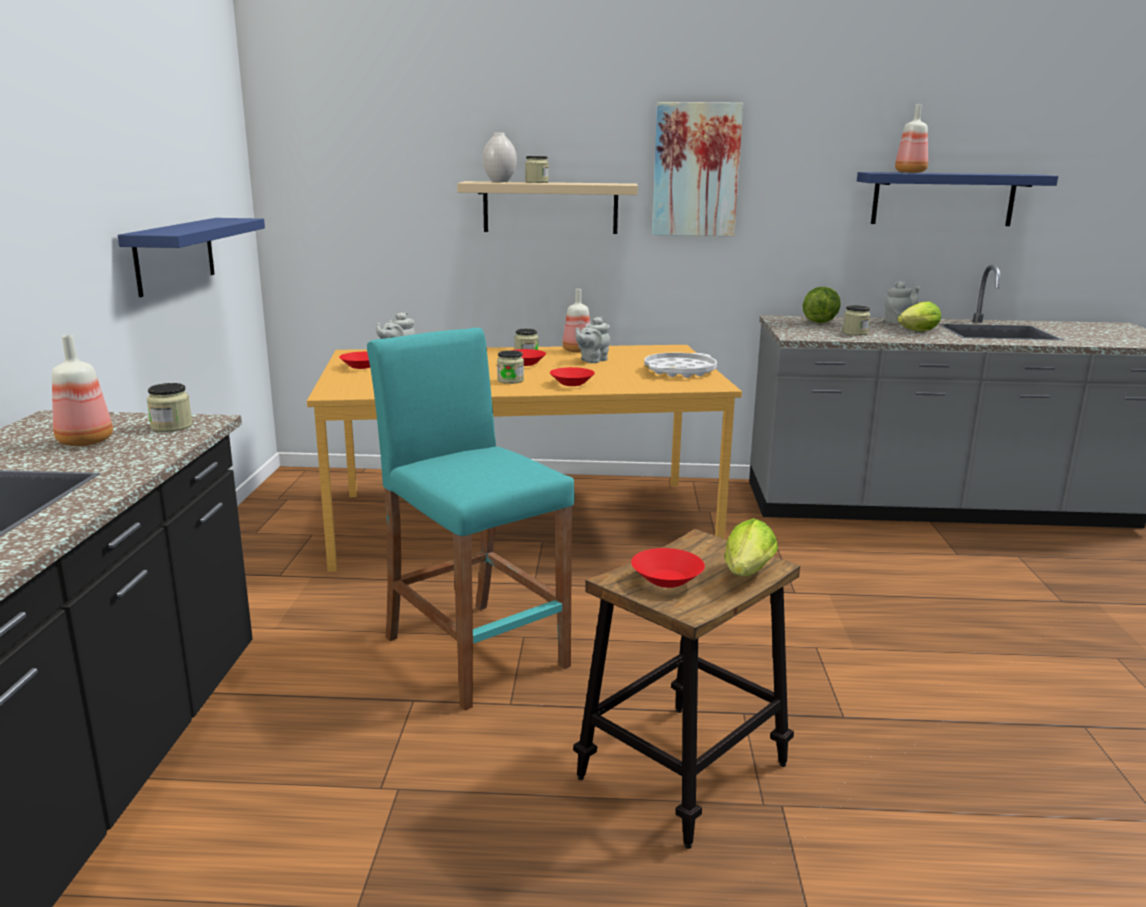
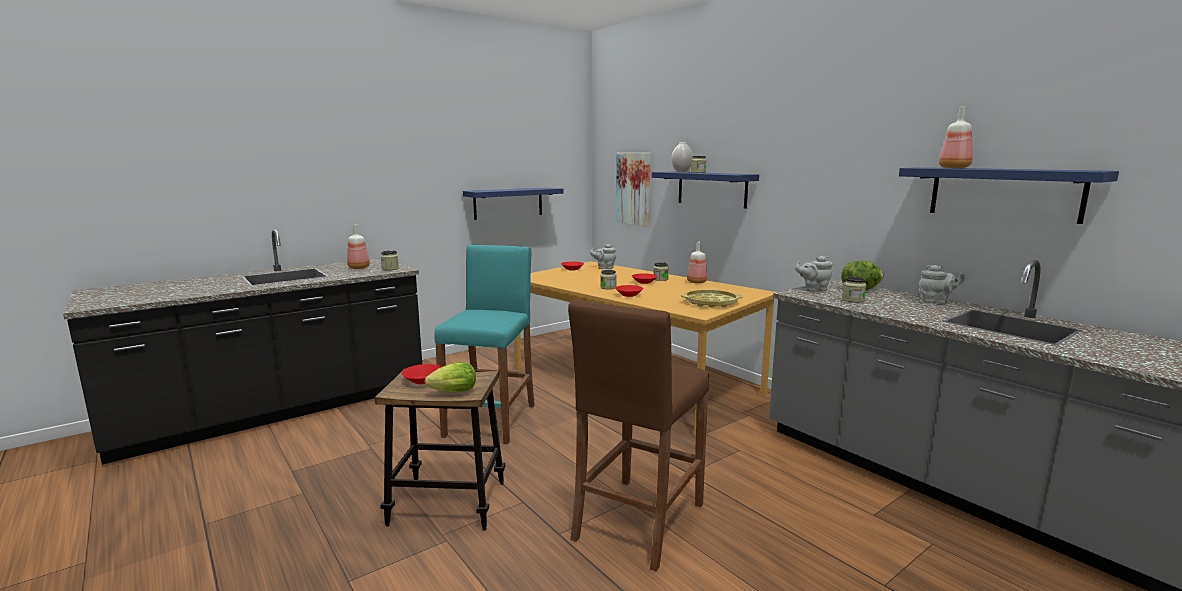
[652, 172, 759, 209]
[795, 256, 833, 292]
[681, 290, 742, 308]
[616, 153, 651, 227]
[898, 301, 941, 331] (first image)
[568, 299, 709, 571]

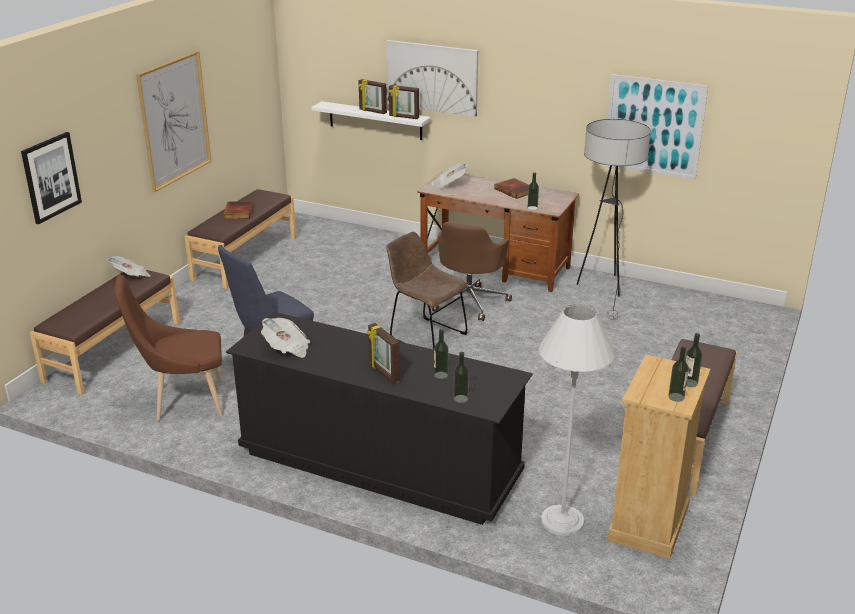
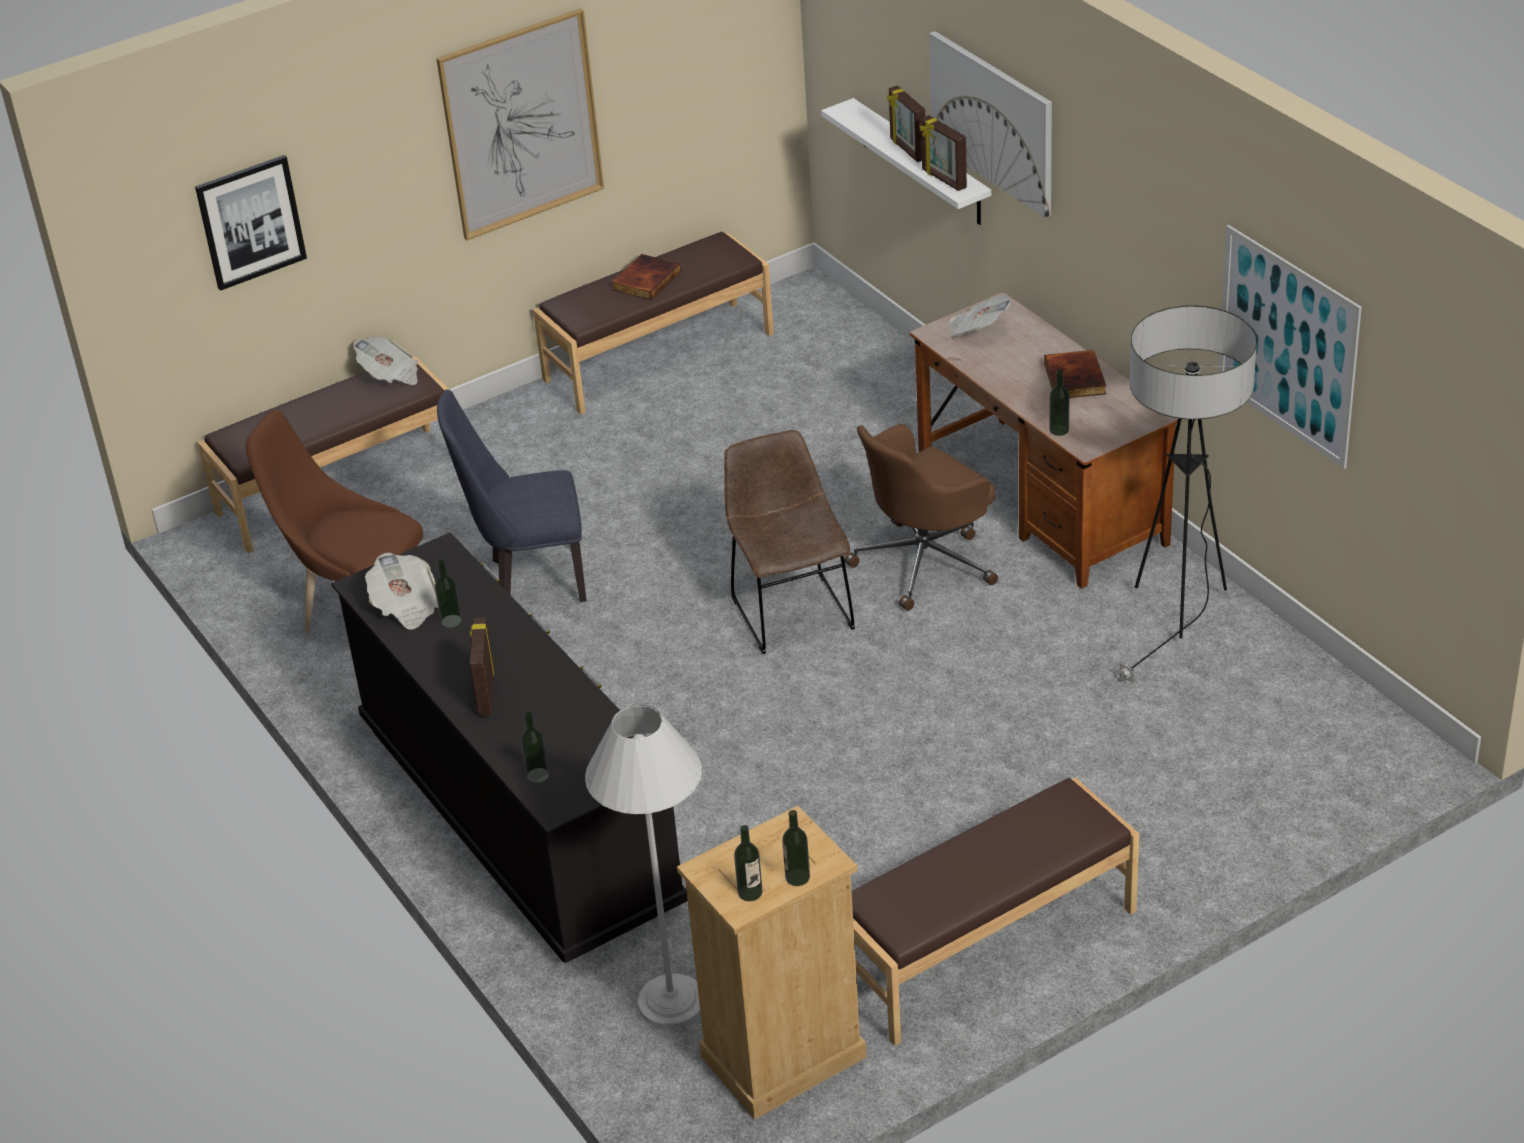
[435, 559, 462, 628]

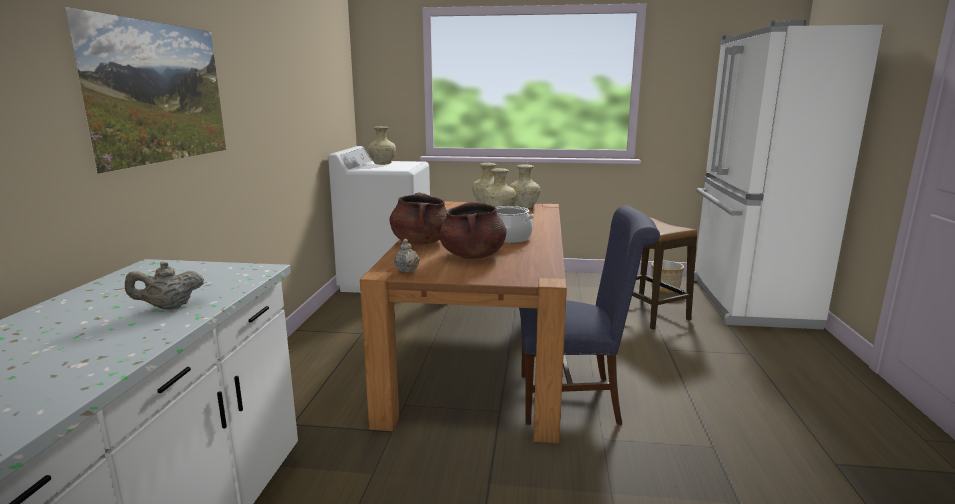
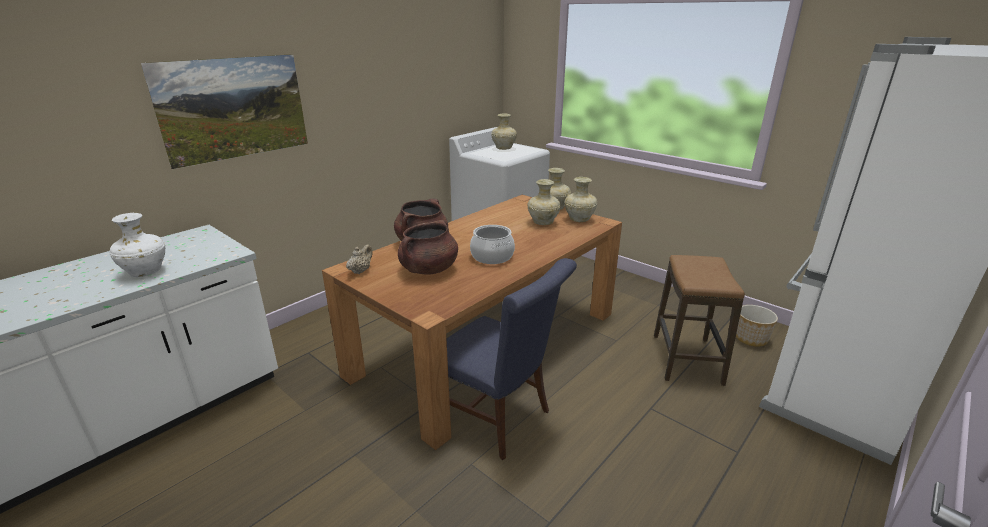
[109, 213, 165, 277]

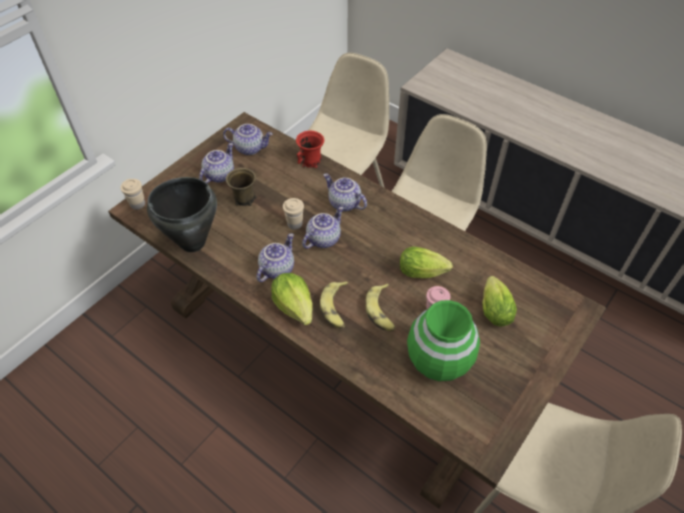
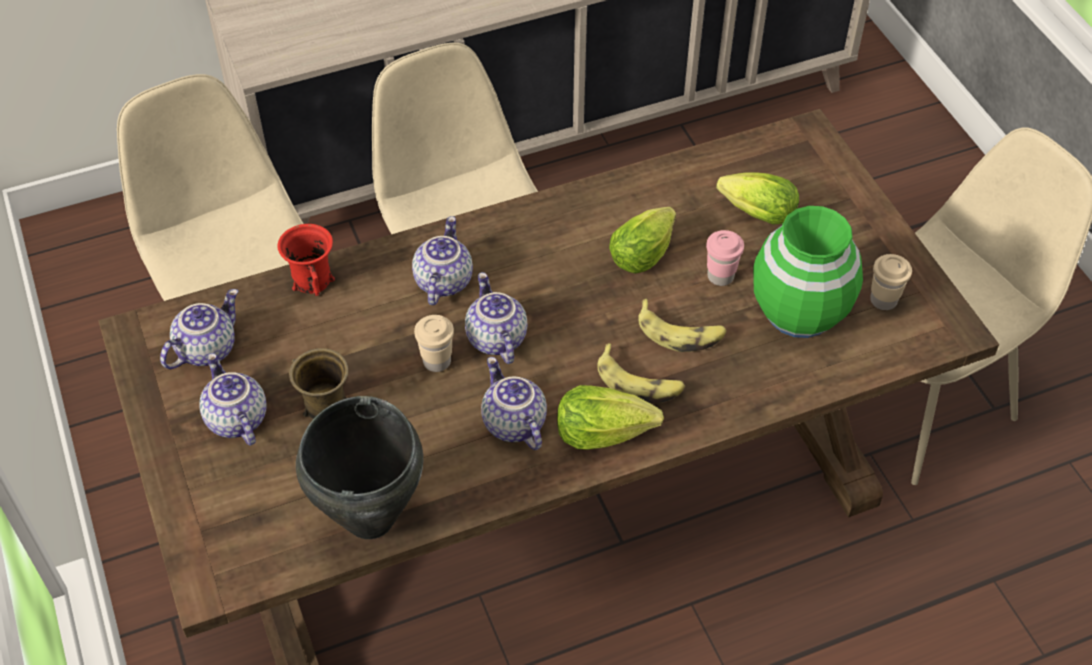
[870, 254, 912, 310]
[412, 216, 473, 305]

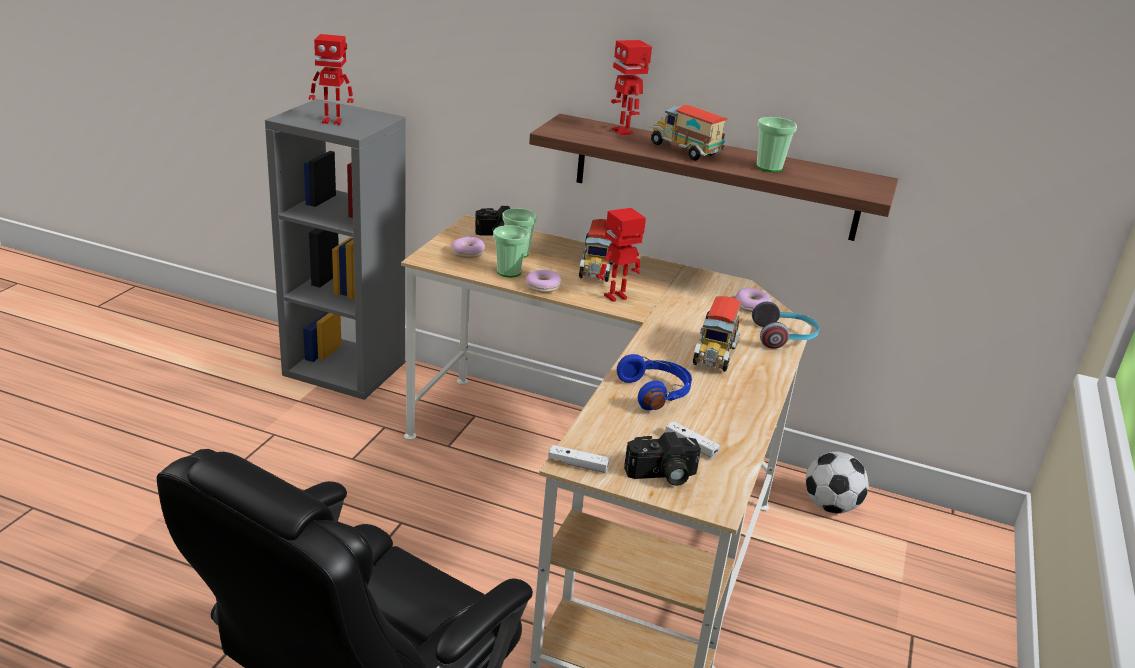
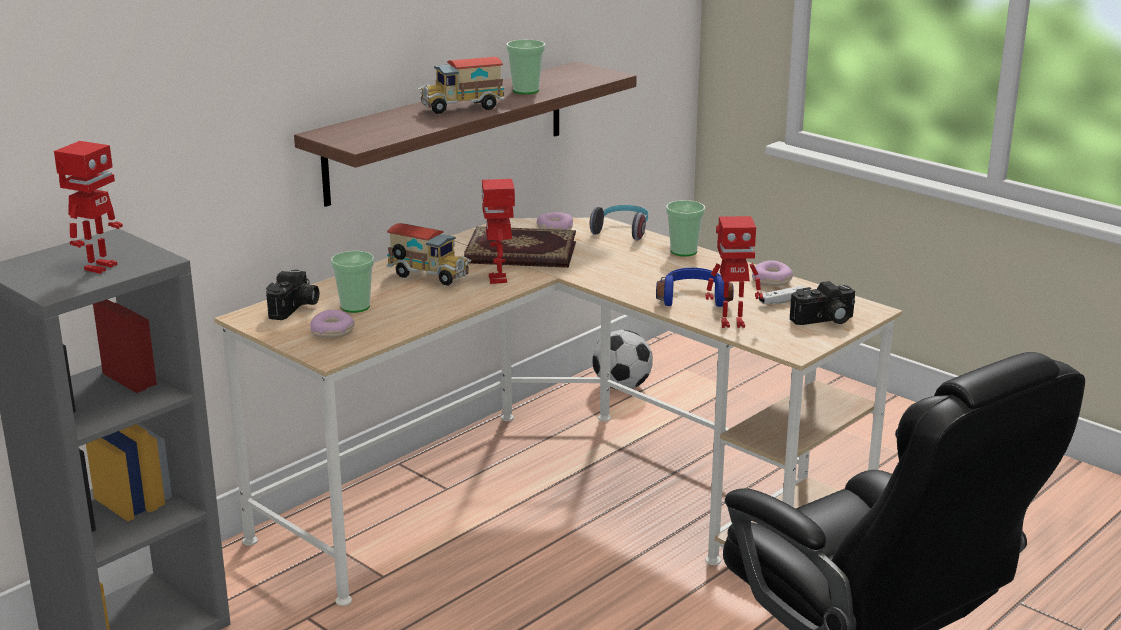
[666, 200, 705, 257]
[752, 260, 793, 286]
[548, 445, 610, 473] (first image)
[705, 216, 763, 328]
[790, 281, 855, 325]
[693, 296, 742, 372] (first image)
[464, 226, 576, 268]

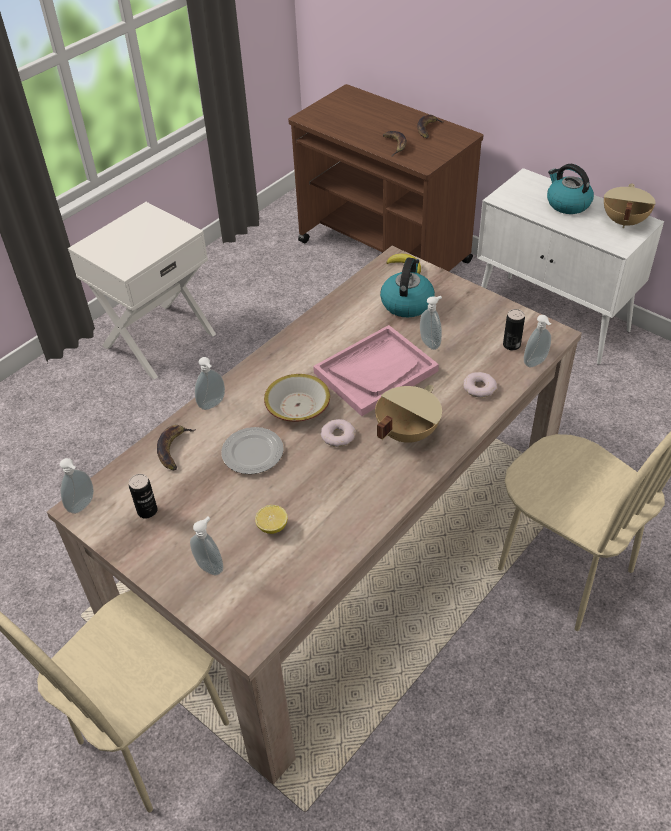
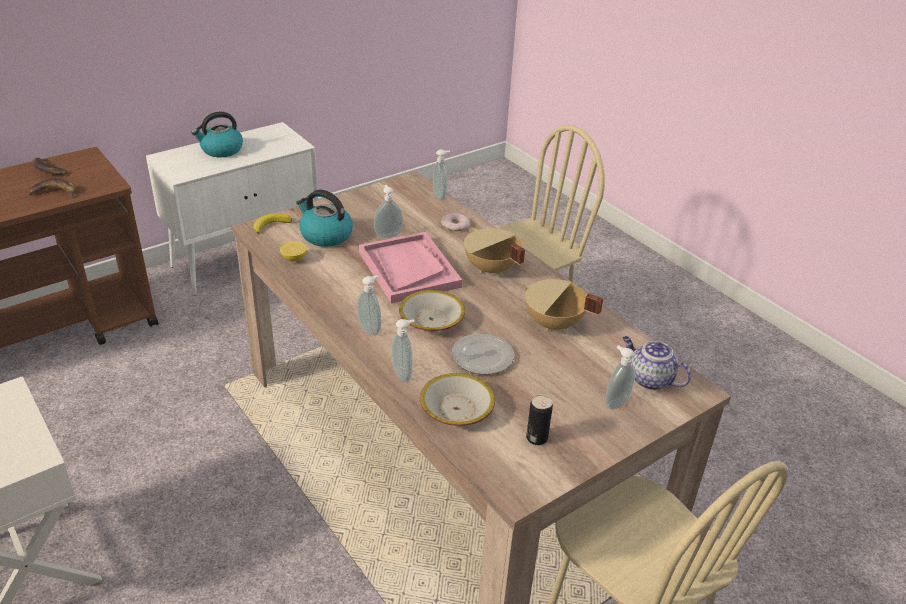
[357, 275, 381, 335]
[420, 373, 495, 426]
[280, 241, 307, 262]
[321, 419, 356, 447] (first image)
[503, 309, 525, 350] (first image)
[521, 279, 603, 331]
[623, 336, 691, 390]

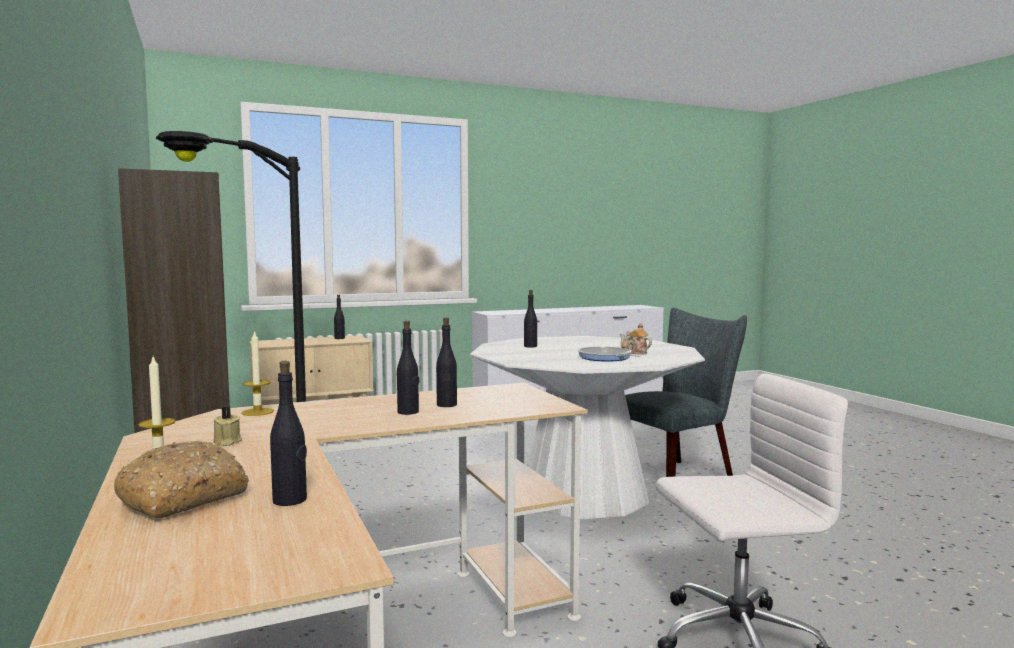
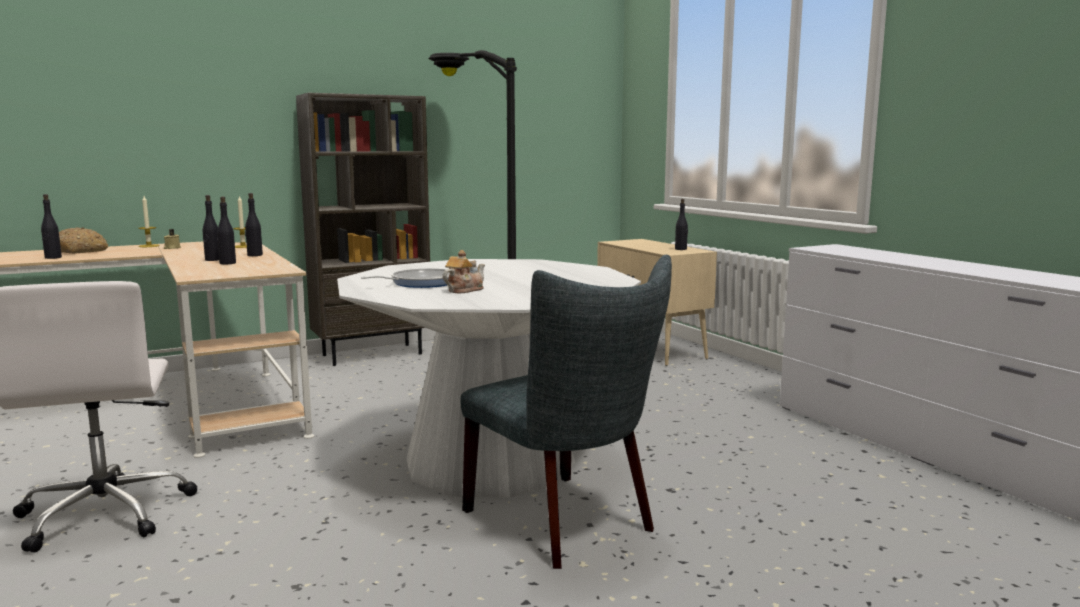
[245, 193, 263, 256]

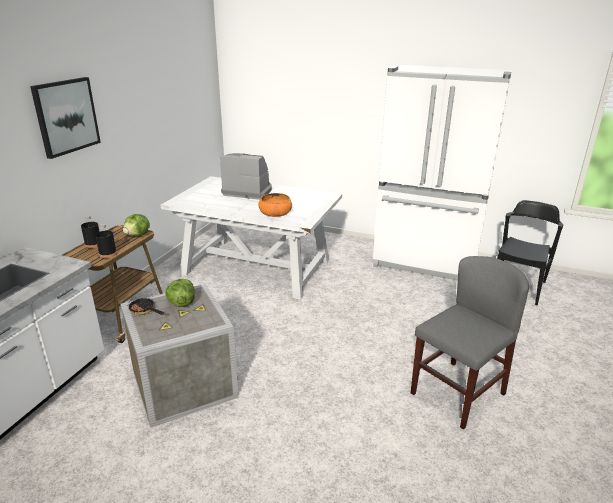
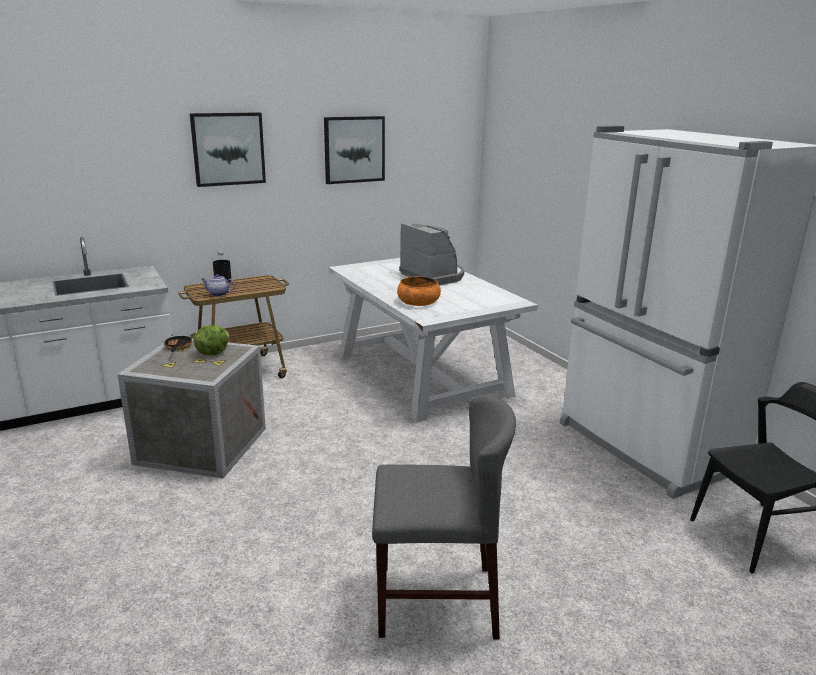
[201, 274, 235, 296]
[123, 214, 150, 236] (first image)
[324, 116, 385, 184]

